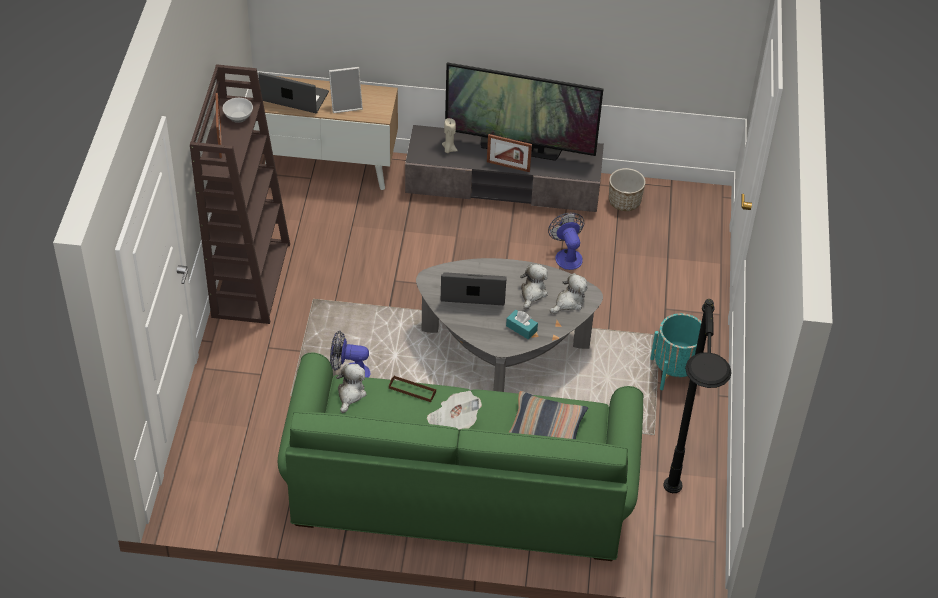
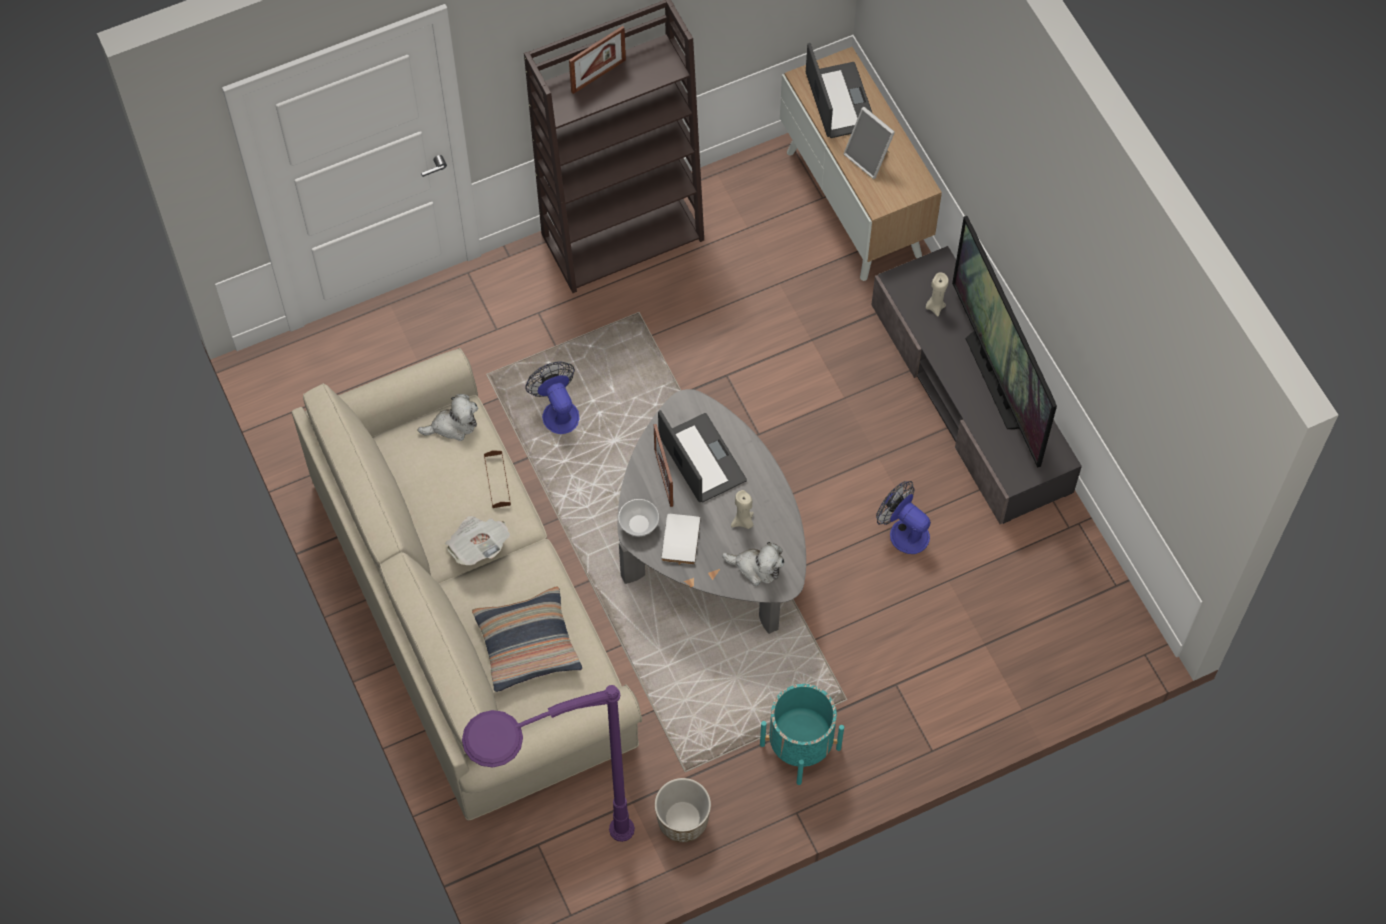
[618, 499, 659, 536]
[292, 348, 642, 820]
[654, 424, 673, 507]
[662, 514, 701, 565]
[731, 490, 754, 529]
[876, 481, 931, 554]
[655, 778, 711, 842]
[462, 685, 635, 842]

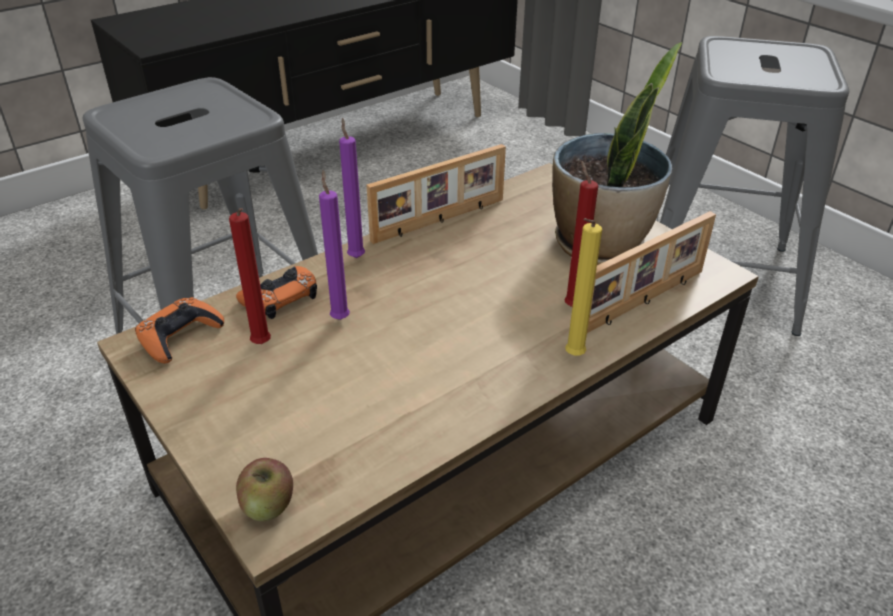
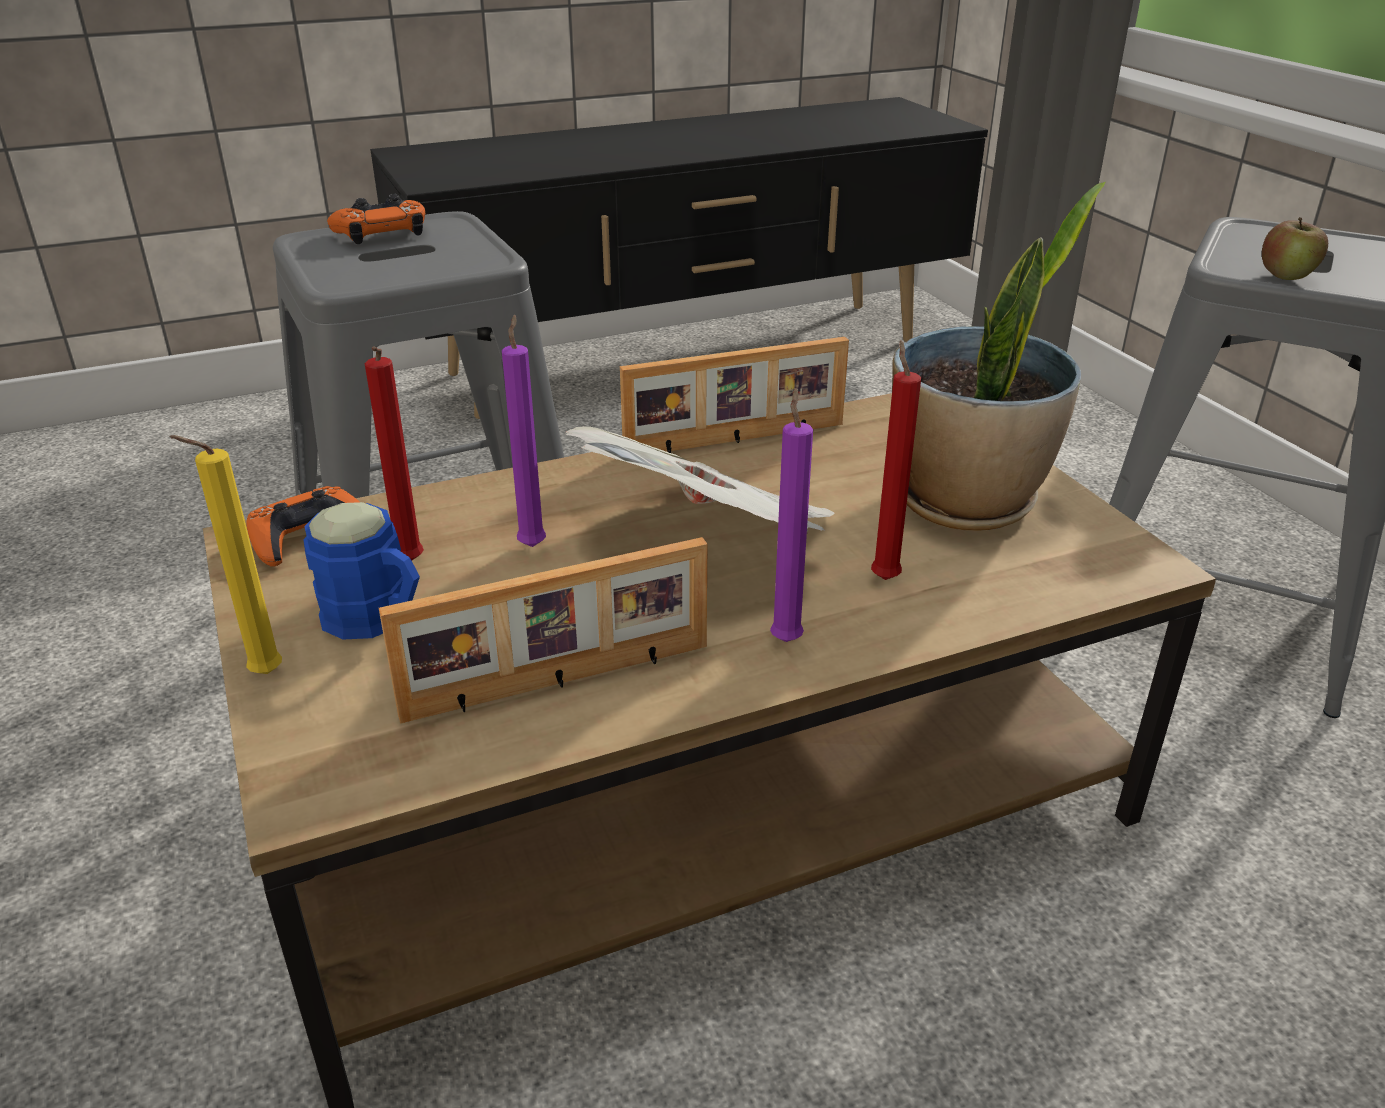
[327, 194, 425, 244]
[1262, 217, 1328, 280]
[770, 388, 813, 642]
[170, 435, 282, 674]
[379, 537, 707, 723]
[303, 502, 420, 639]
[566, 426, 835, 534]

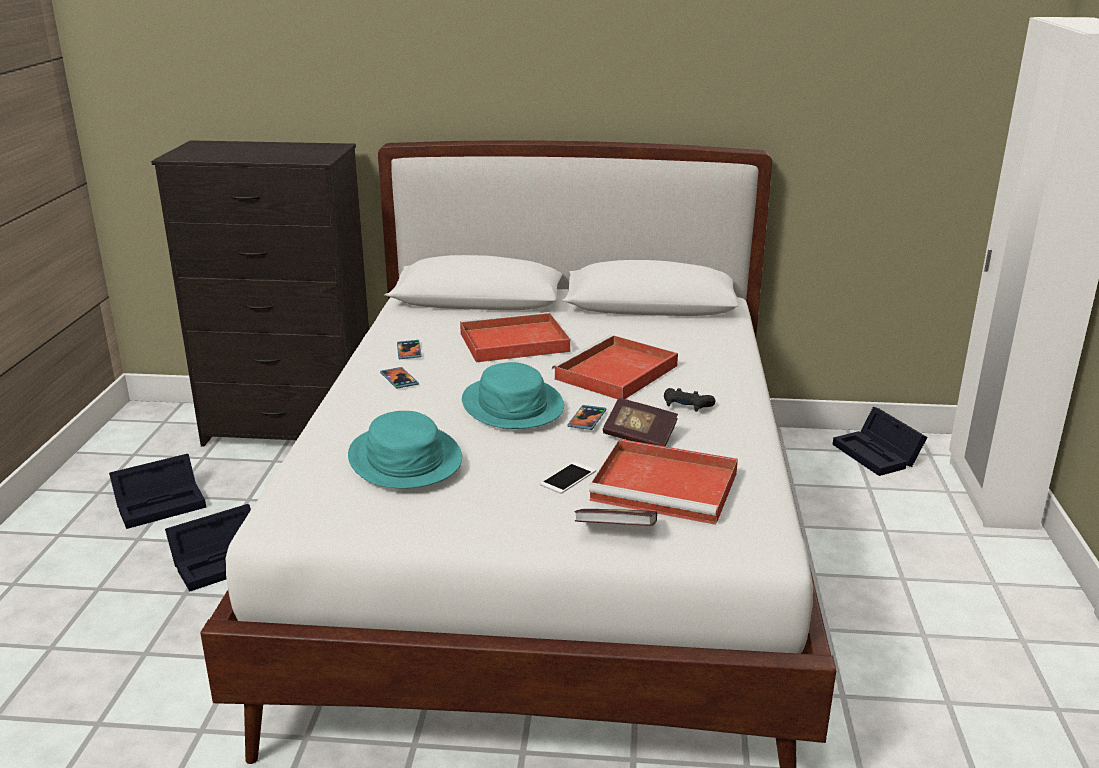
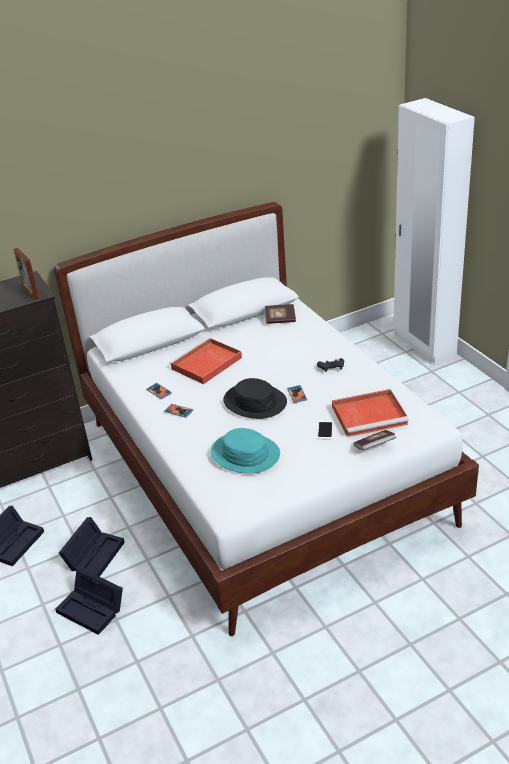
[223, 378, 287, 419]
[552, 335, 678, 399] (first image)
[264, 304, 296, 324]
[55, 568, 123, 635]
[13, 248, 40, 300]

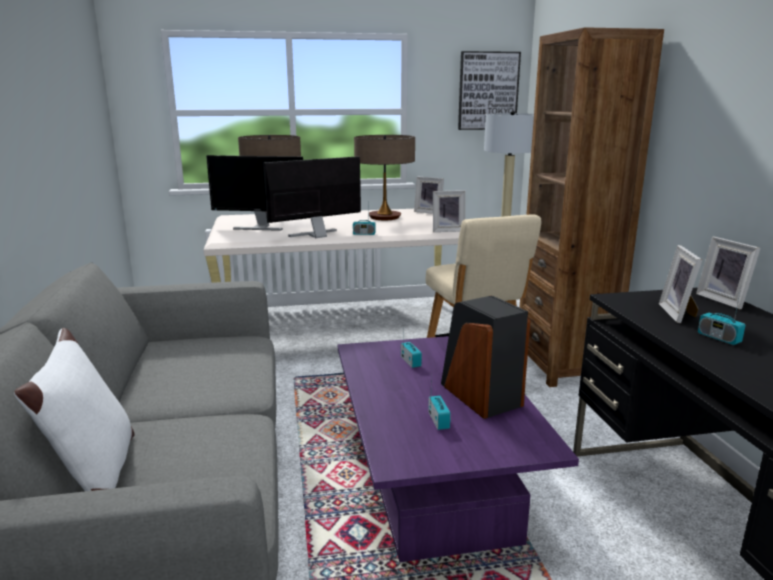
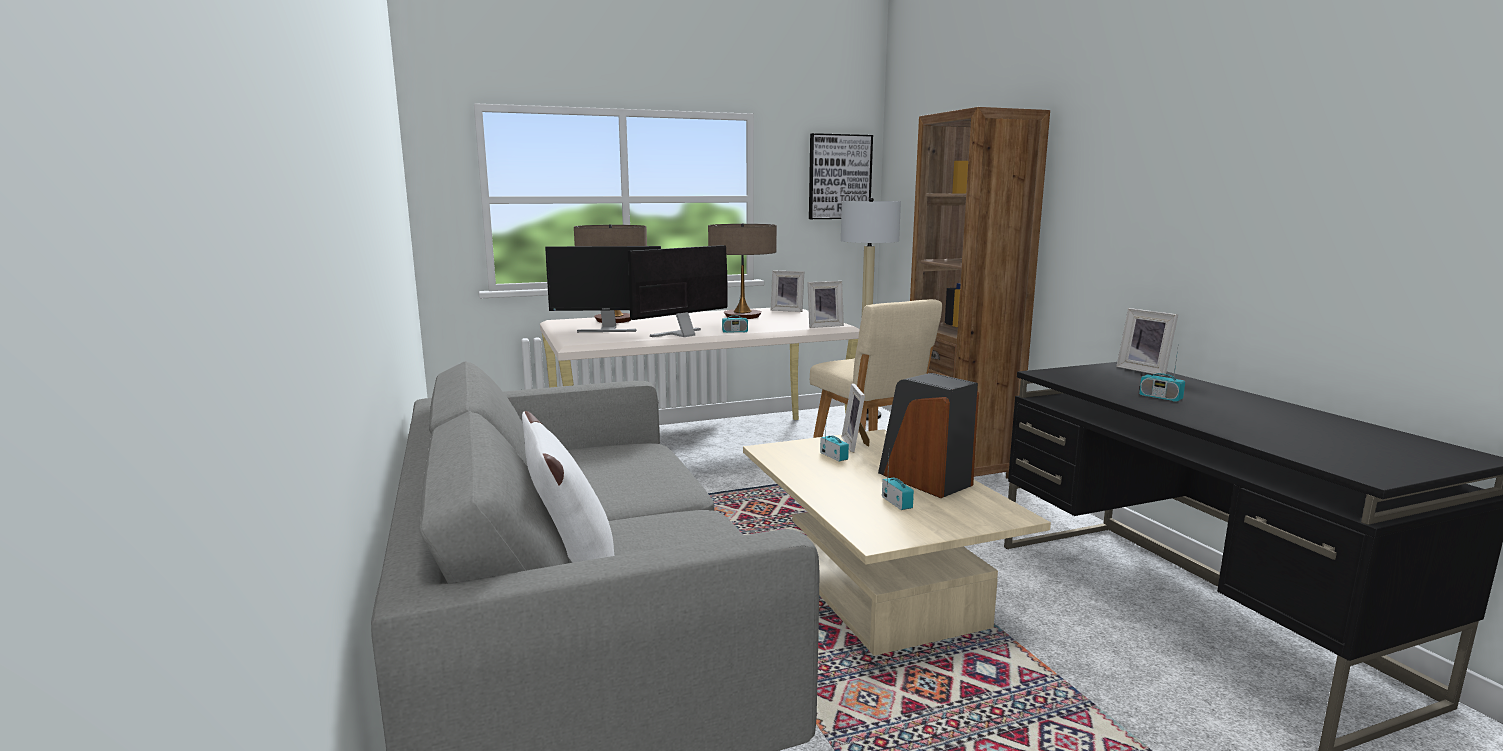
[743, 429, 1051, 656]
[842, 383, 869, 452]

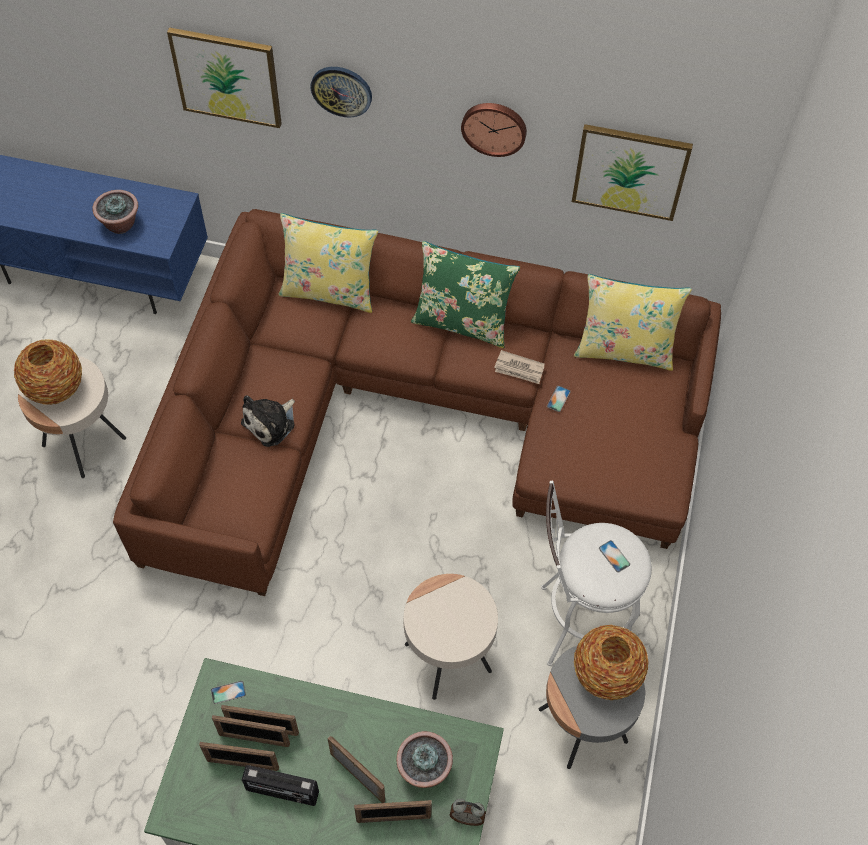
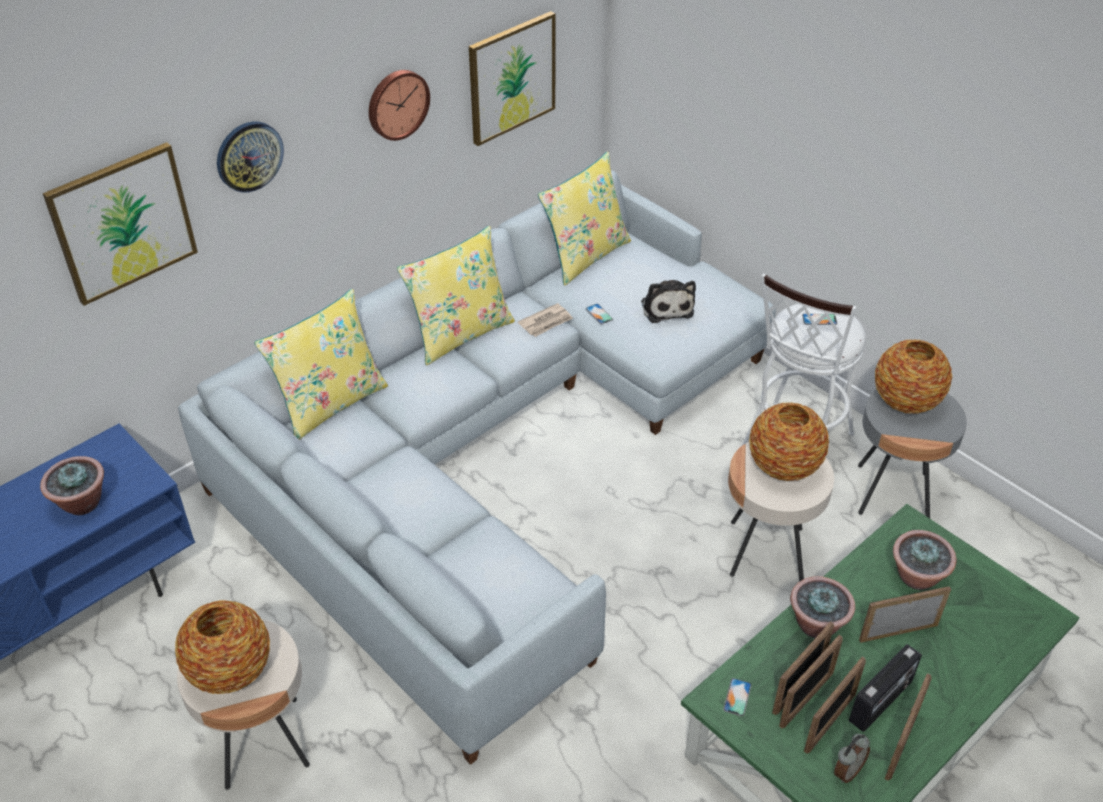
[178, 170, 776, 765]
[641, 280, 696, 323]
[885, 673, 932, 781]
[397, 226, 515, 365]
[834, 734, 870, 783]
[749, 402, 829, 481]
[790, 576, 855, 638]

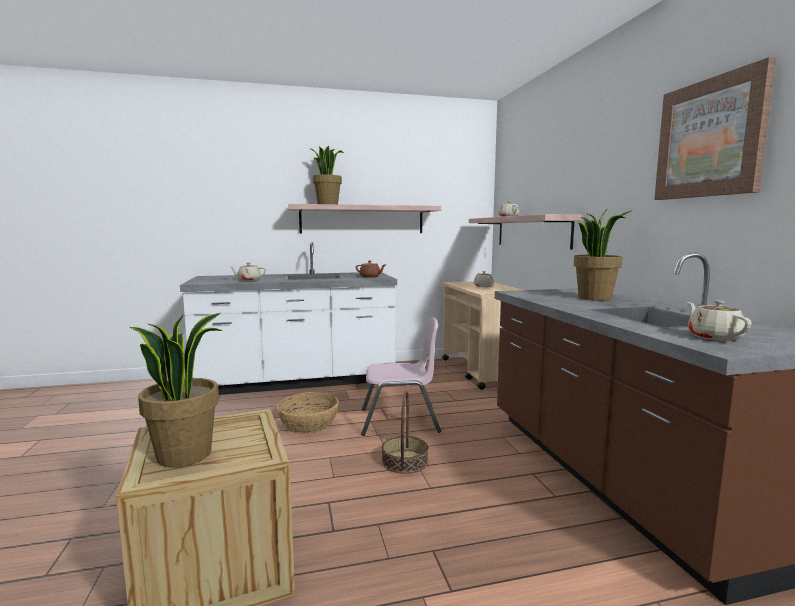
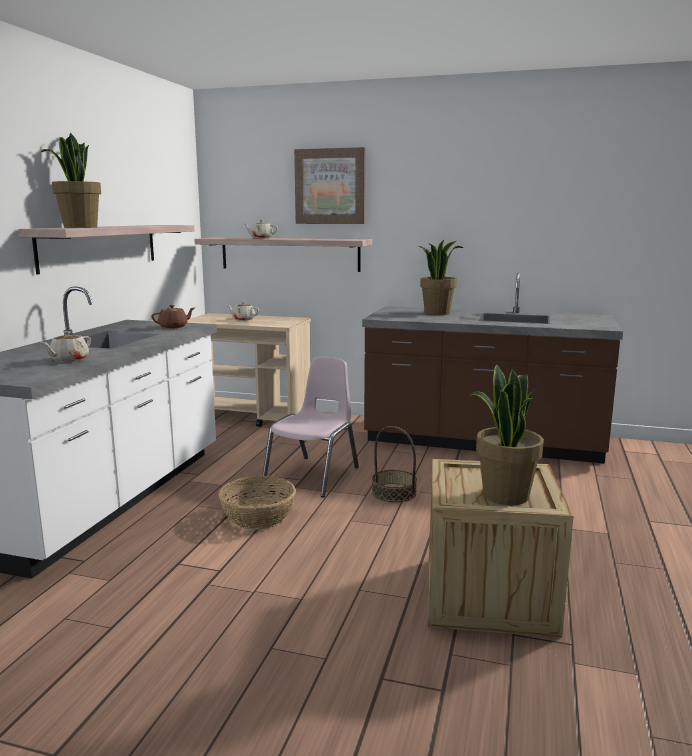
[294, 147, 366, 224]
[686, 300, 752, 341] (first image)

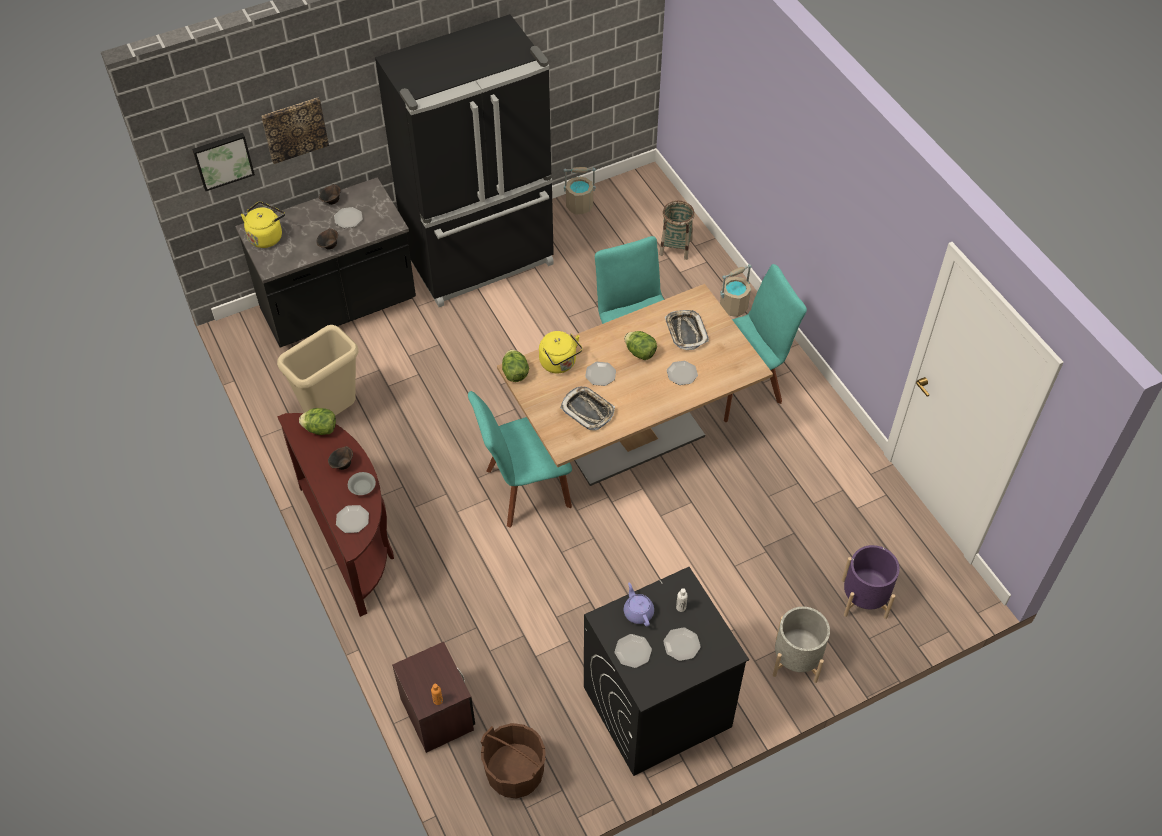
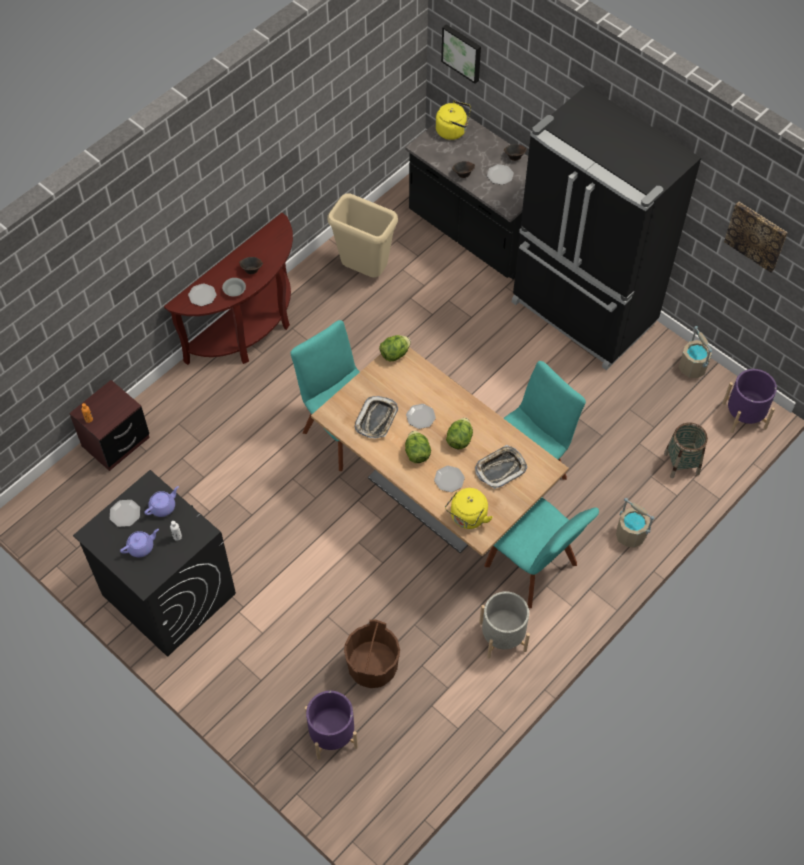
[724, 201, 788, 273]
[405, 431, 431, 463]
[344, 619, 400, 688]
[445, 488, 493, 529]
[120, 529, 159, 557]
[479, 591, 530, 658]
[722, 369, 777, 433]

